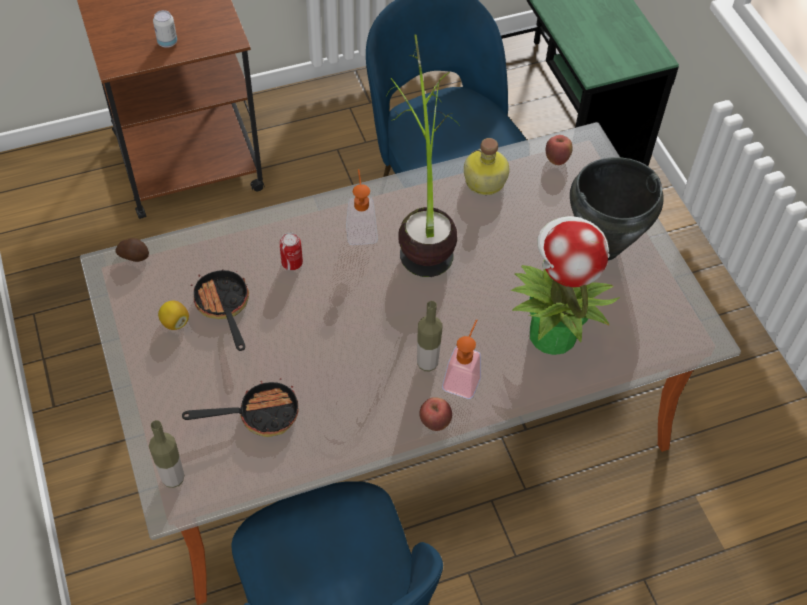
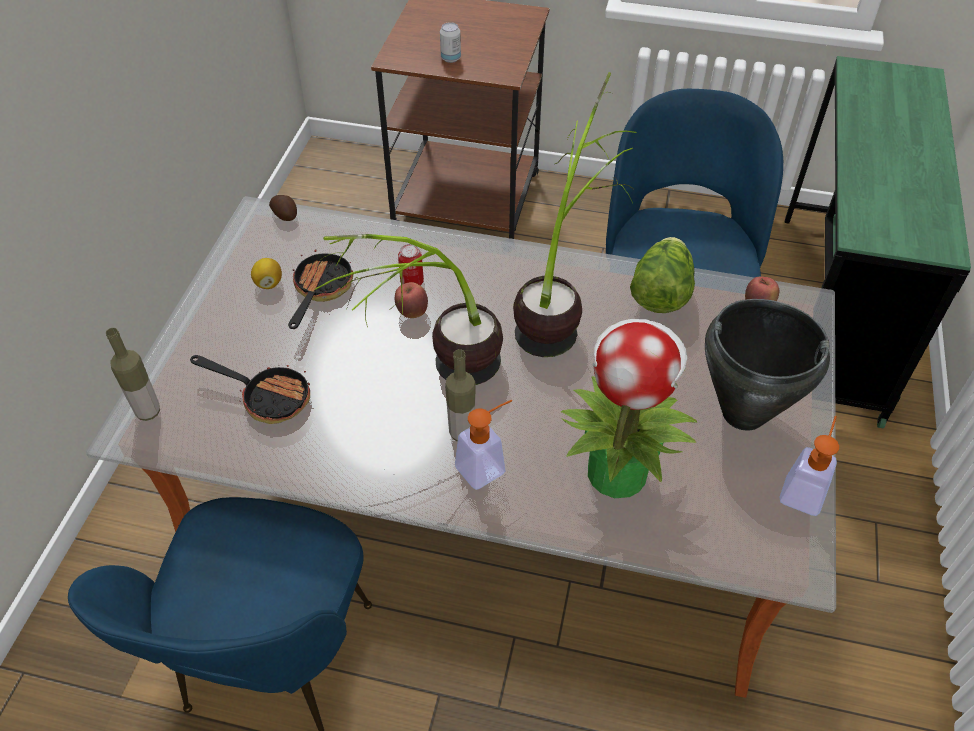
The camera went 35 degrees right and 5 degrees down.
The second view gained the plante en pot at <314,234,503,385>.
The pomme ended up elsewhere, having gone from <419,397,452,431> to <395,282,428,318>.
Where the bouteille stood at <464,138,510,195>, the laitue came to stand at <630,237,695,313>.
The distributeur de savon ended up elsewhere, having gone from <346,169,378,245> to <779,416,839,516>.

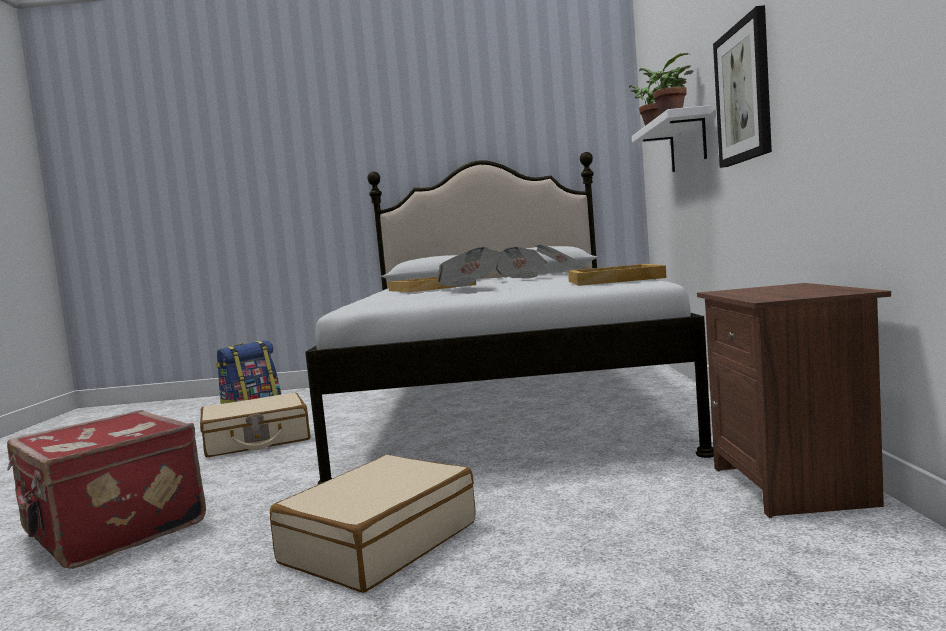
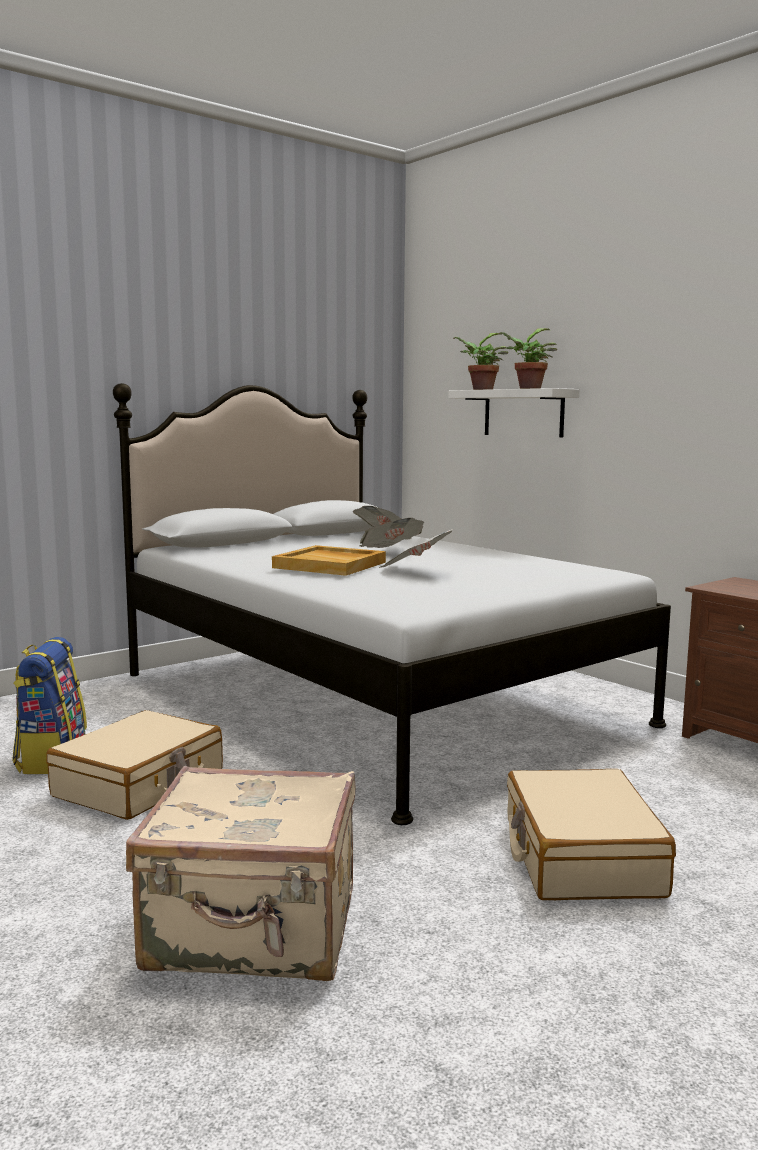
The camera went 40 degrees left and 5 degrees up.
What was the valise [rouge] at <7,410,206,569> turned into the valise [beige] at <126,766,355,981>.
The second view lost the plateau [beige] at <568,264,667,286>.
The second view lost the tableau at <713,5,772,168>.

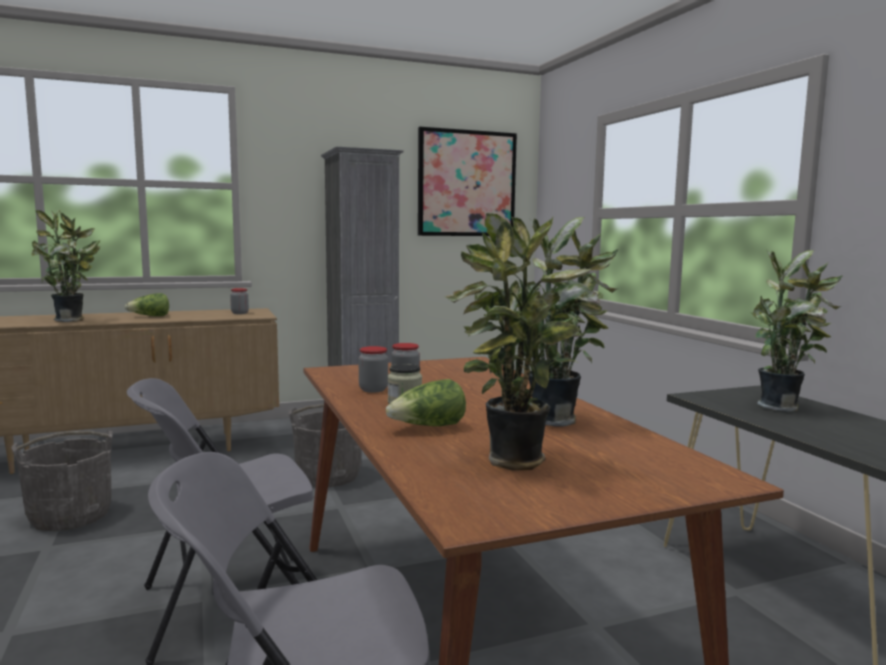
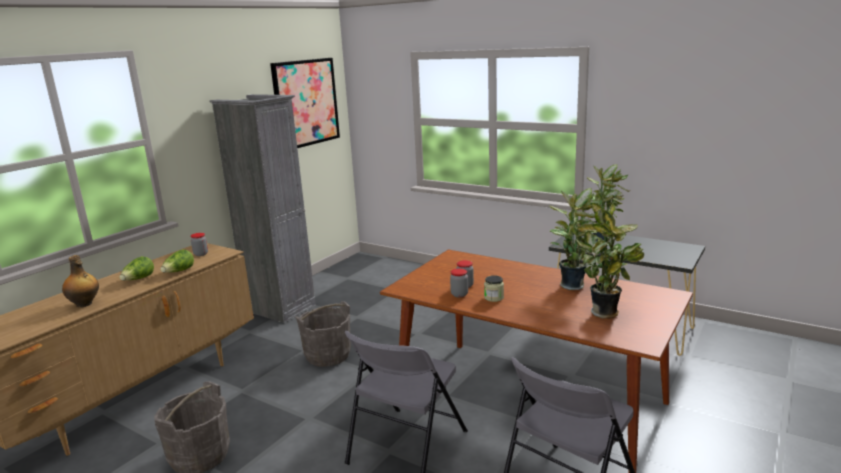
The camera went 35 degrees left and 10 degrees up.
Where the plante en pot stood at <32,209,101,322>, the bouteille came to stand at <62,255,99,307>.
The laitue ended up elsewhere, having gone from <386,379,466,426> to <161,249,194,273>.

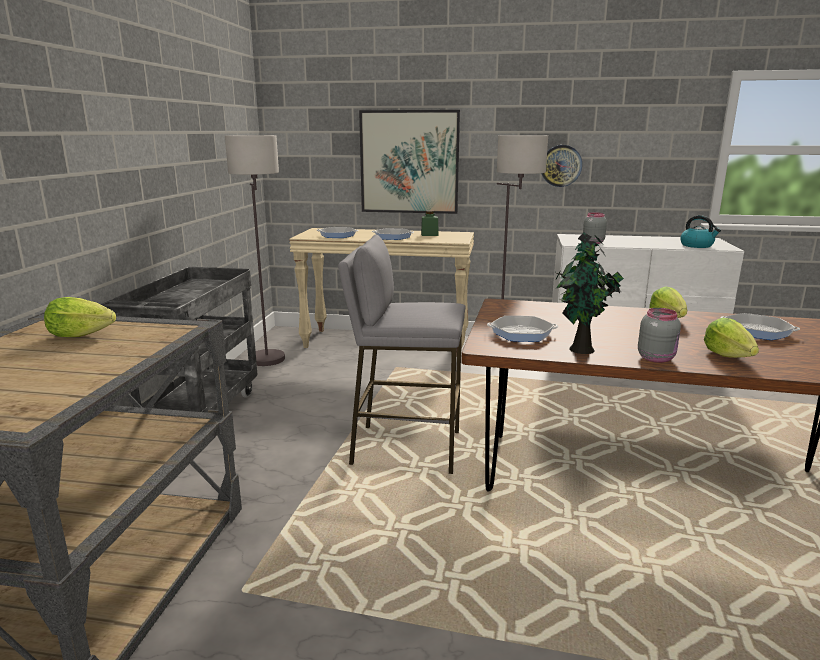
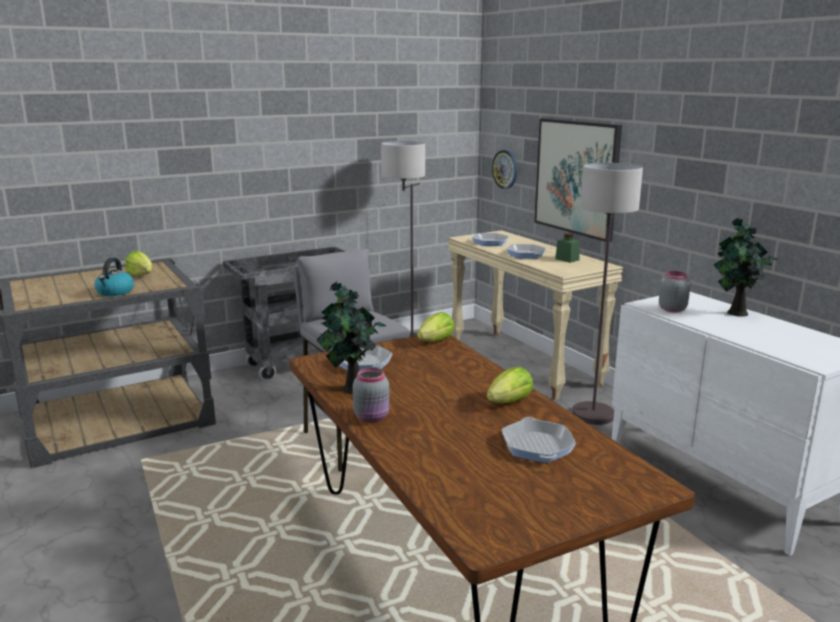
The camera went 50 degrees right and 0 degrees up.
The bouilloire ended up elsewhere, having gone from <680,215,721,248> to <94,258,134,296>.
The laitue ended up elsewhere, having gone from <704,318,759,358> to <417,312,455,341>.
The horloge murale ended up elsewhere, having gone from <541,145,582,187> to <492,150,517,189>.
The second view gained the plante en pot at <713,218,778,317>.

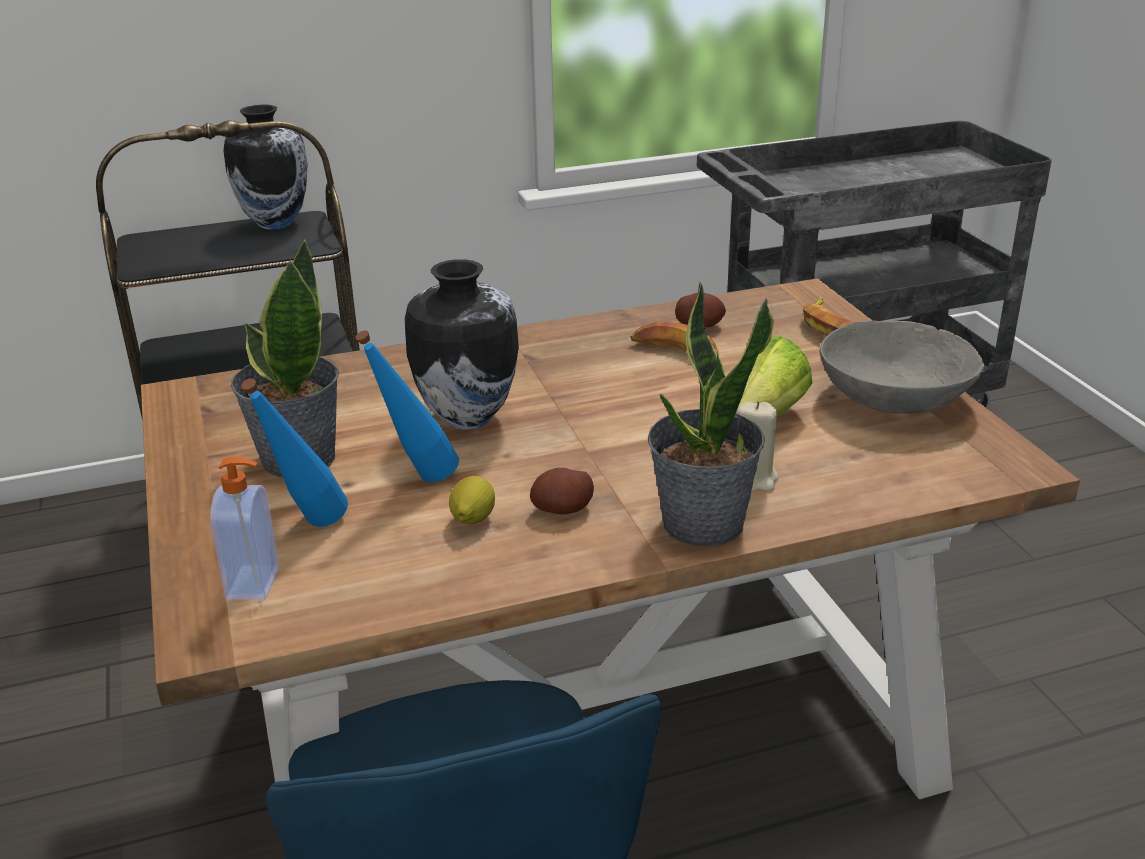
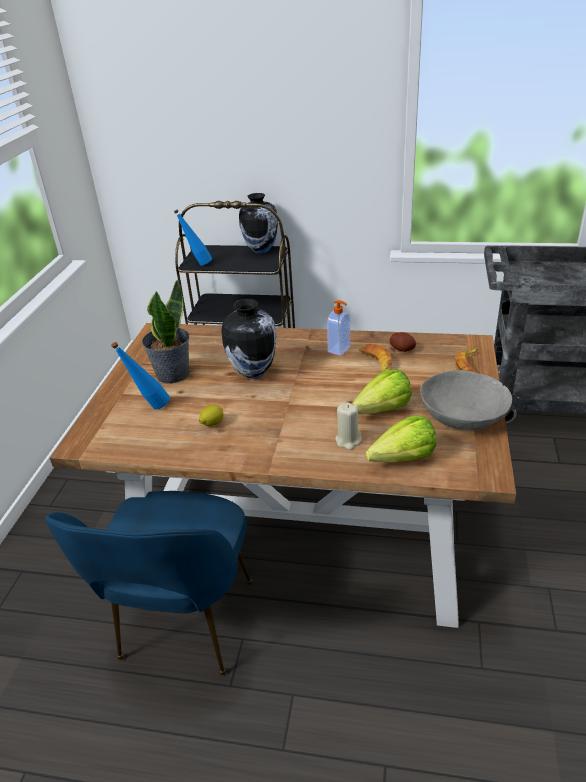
The camera went 30 degrees right and 5 degrees up.
The bouteille [bleu] ended up elsewhere, having gone from <356,331,459,482> to <174,209,212,265>.
The distributeur de savon ended up elsewhere, having gone from <210,457,279,600> to <327,300,350,356>.
The second view gained the laitue at <366,415,437,462>.
The second view lost the pomme de terre at <530,468,594,515>.
The second view lost the plante en pot at <648,282,774,547>.

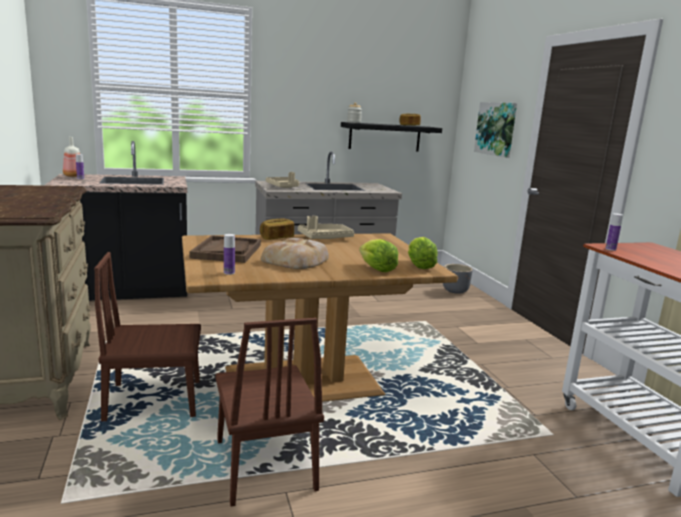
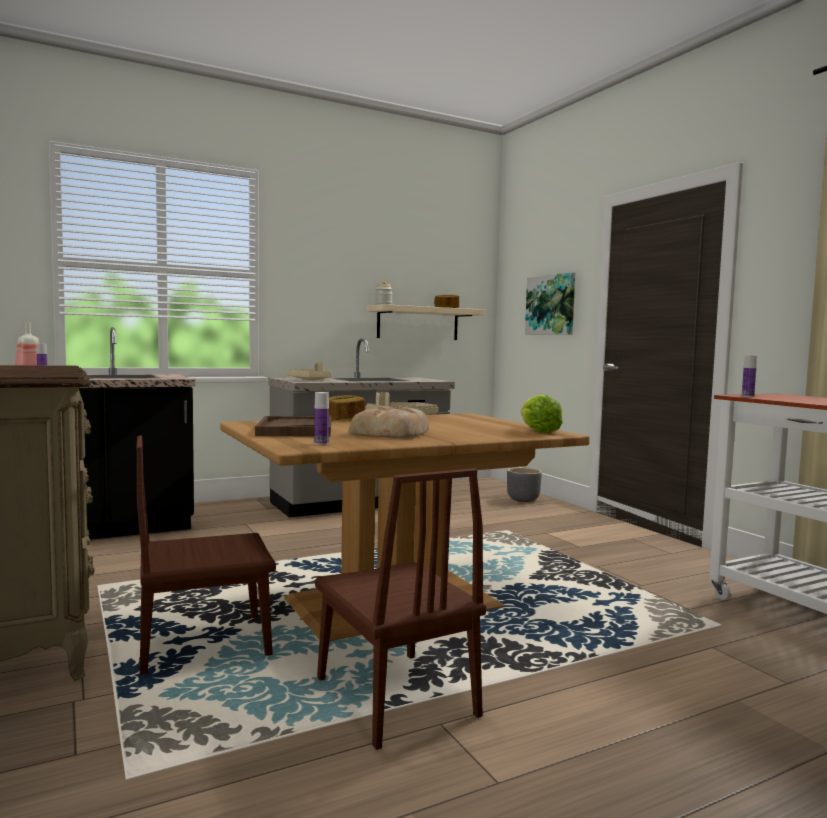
The camera went 10 degrees left and 10 degrees down.
What was the étagère [noir] at <341,122,442,152> turned into the étagère [beige] at <367,304,486,340>.
The second view lost the laitue at <359,239,398,272>.

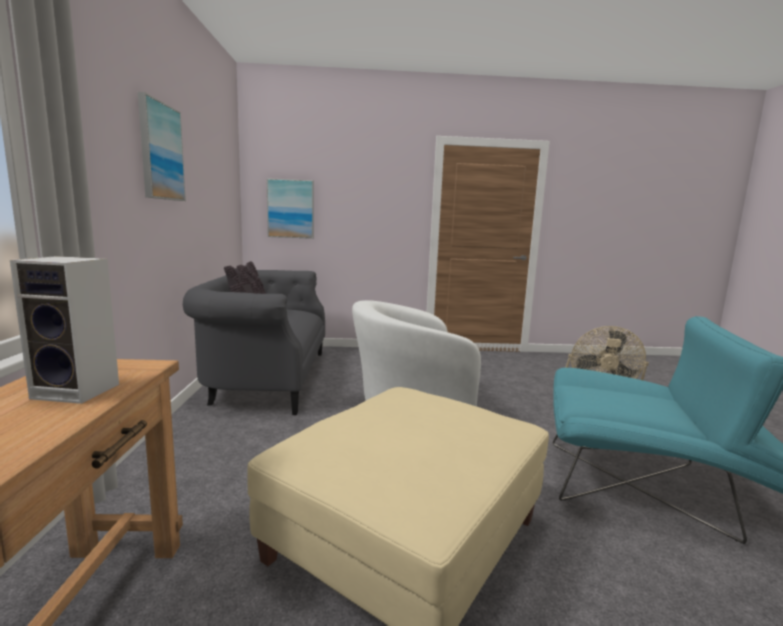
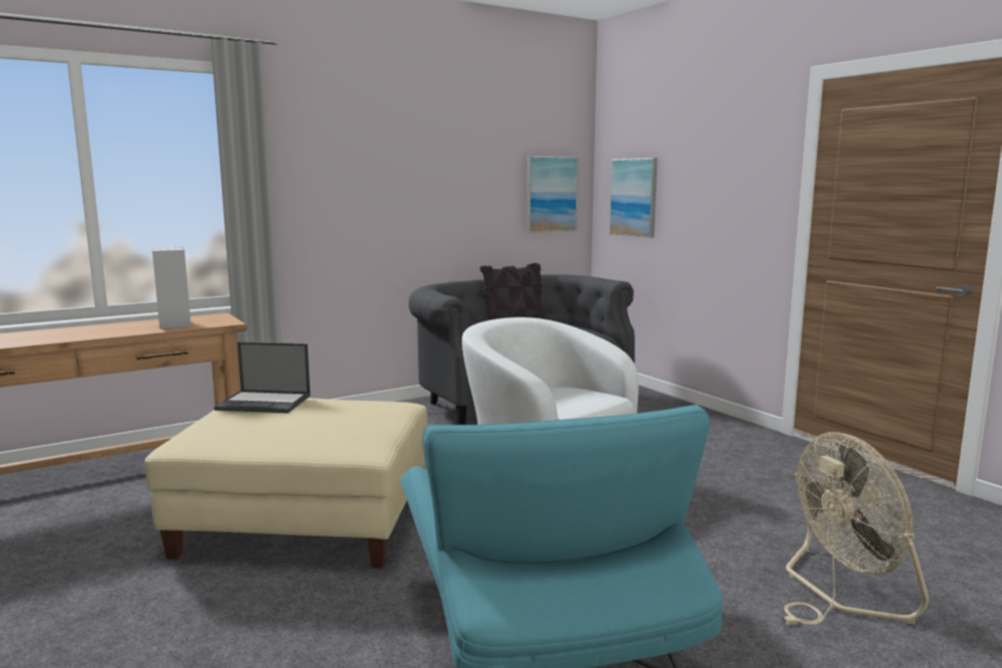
The camera went 60 degrees right and 0 degrees up.
The second view gained the ordinateur portable at <214,342,310,413>.
The tableau ended up elsewhere, having gone from <138,92,186,201> to <526,156,578,233>.

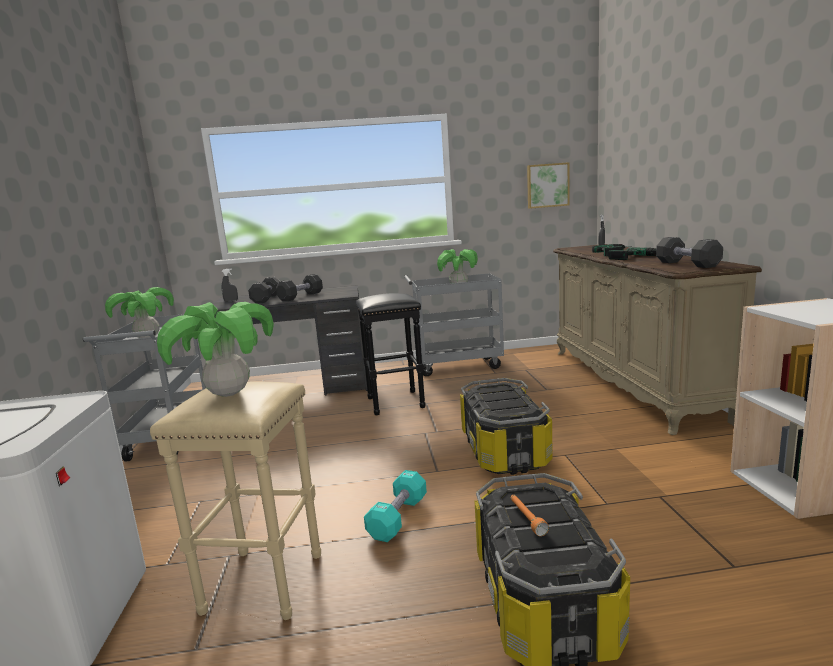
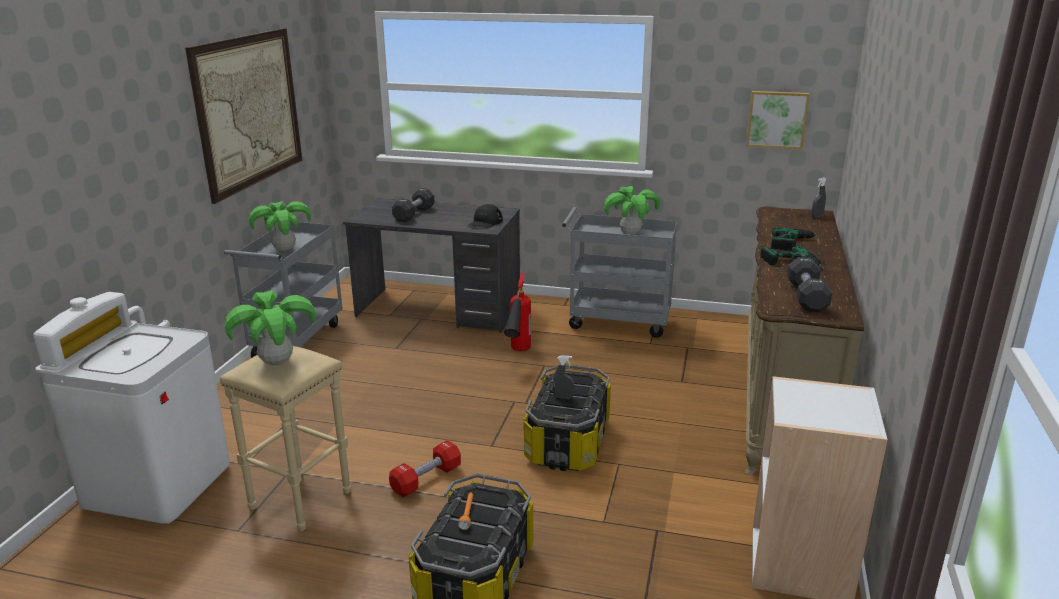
The camera went 20 degrees right and 10 degrees up.
The second view gained the tableau at <185,28,302,204>.
What was the haltère [turquoise] at <364,470,427,542> turned into the haltère [rouge] at <389,440,461,497>.
The second view gained the casquette [noir] at <469,204,503,228>.
Where the tabouret [noir] stood at <356,293,425,415>, the extincteur came to stand at <504,272,531,351>.
The vaporisateur [gris] ended up elsewhere, having gone from <222,269,238,302> to <553,356,574,398>.
The second view lost the haltère [noir] at <276,275,323,301>.

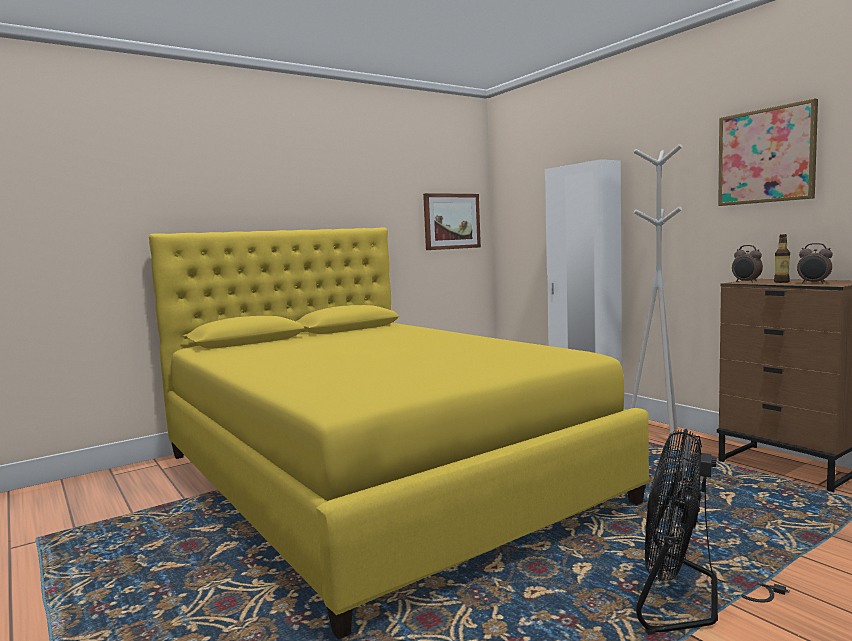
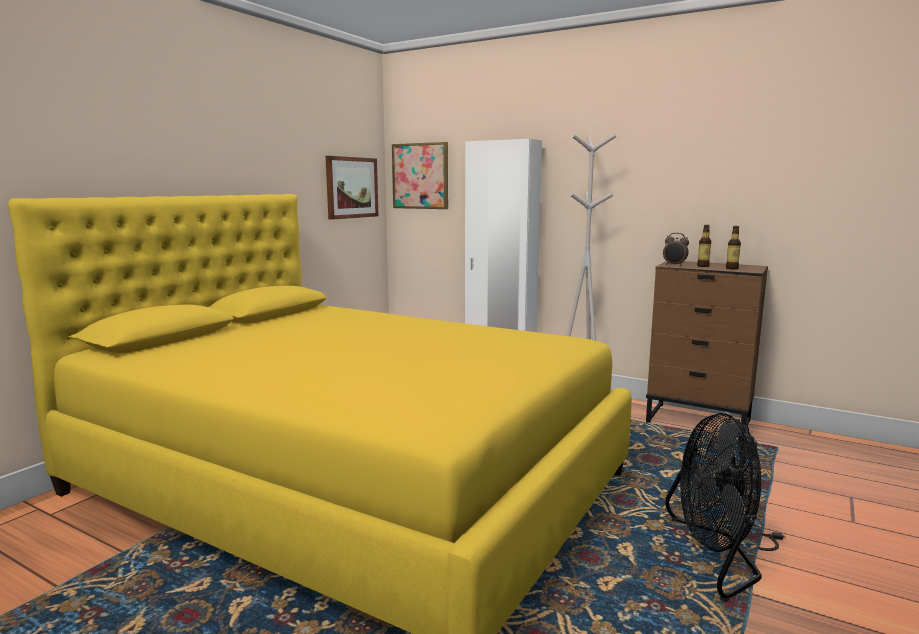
The camera went 25 degrees left and 5 degrees up.
The tableau ended up elsewhere, having gone from <718,98,818,206> to <392,142,448,209>.
Where the réveil stood at <797,243,833,284>, the bouteille came to stand at <726,226,741,269>.

